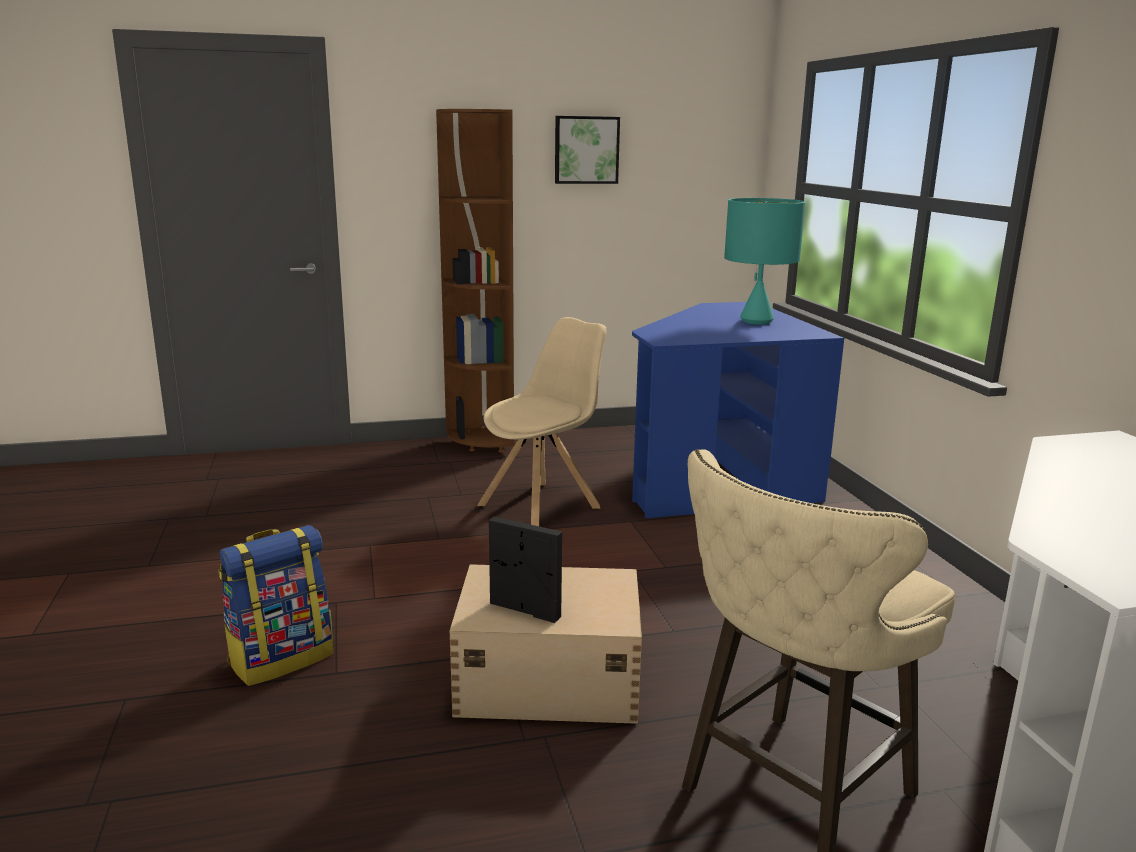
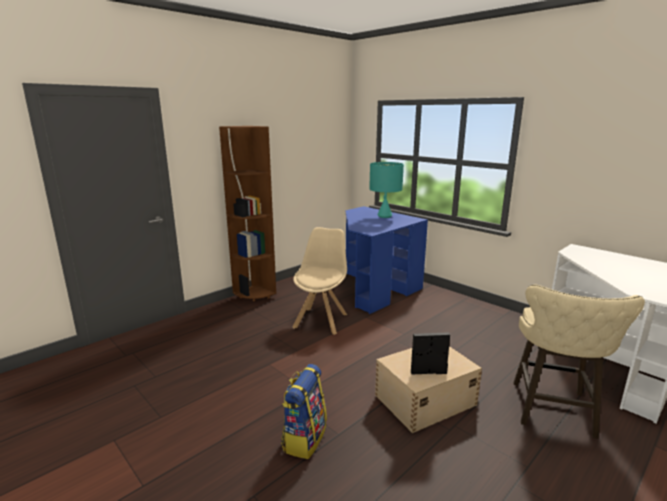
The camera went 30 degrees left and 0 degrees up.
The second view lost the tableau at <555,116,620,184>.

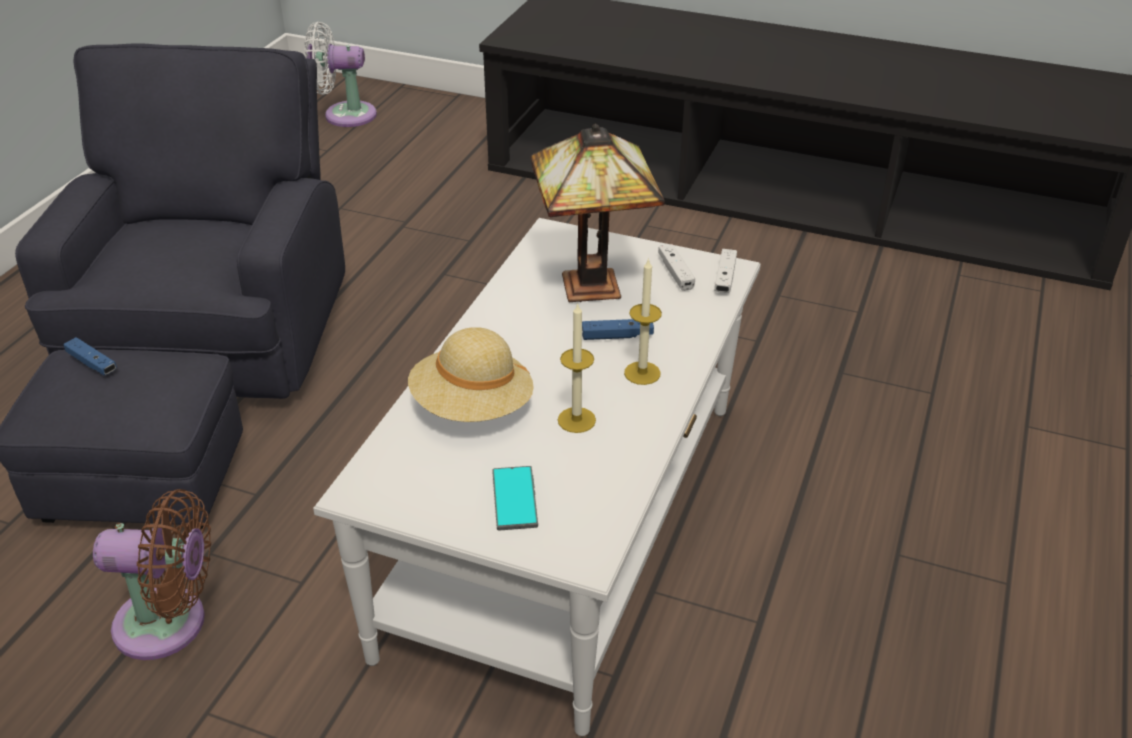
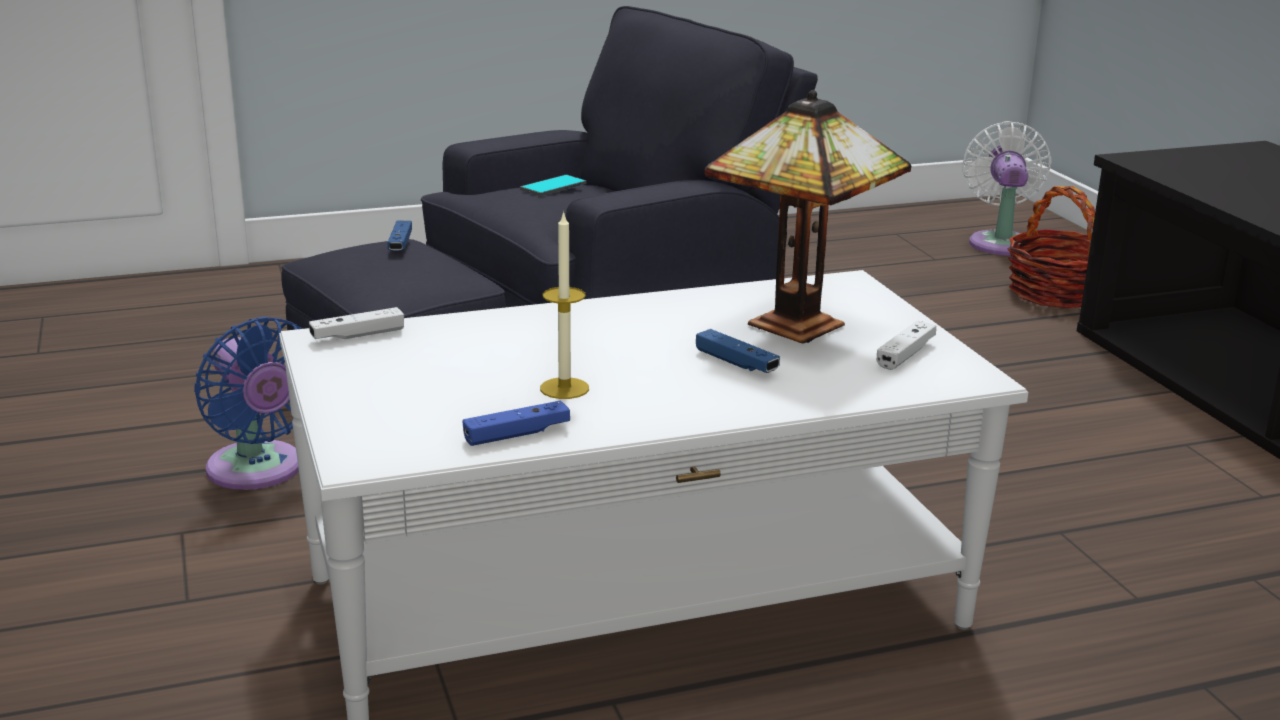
The camera went 50 degrees right and 15 degrees down.
What was the ventilateur [marron] at <93,489,211,660> turned into the ventilateur [bleu] at <194,316,302,490>.
The manette [blanc] ended up elsewhere, having gone from <714,249,737,293> to <309,307,404,341>.
The second view gained the manette [bleu] at <462,401,570,446>.
The téléphone ended up elsewhere, having gone from <492,466,538,530> to <520,175,586,196>.
The ventilateur [blanc] at <305,22,377,127> ended up facing another way, 45 degrees clockwise from before.
The second view gained the panier at <1008,186,1095,308>.
The second view lost the chapeau [beige] at <408,327,534,422>.
The second view lost the bougie at <624,258,662,385>.

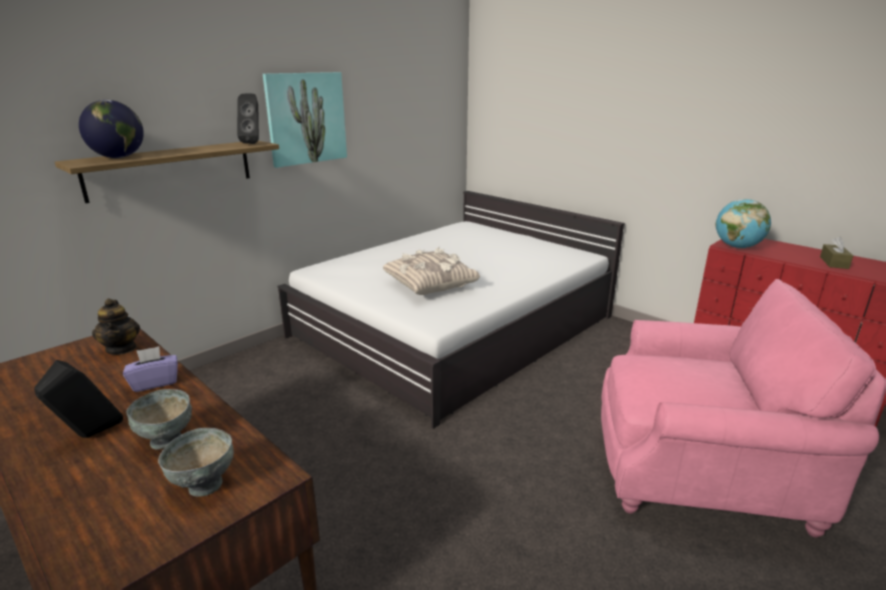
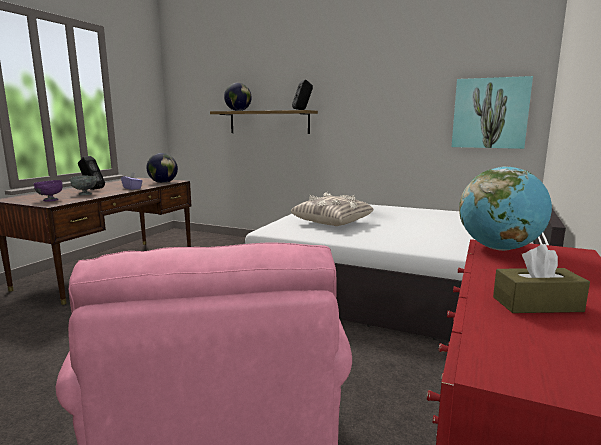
The camera went 70 degrees right and 10 degrees down.
What was the bol [gris] at <158,428,234,497> turned into the bol [violet] at <34,180,63,202>.
Where the théière stood at <92,299,140,355>, the globe came to stand at <146,153,178,183>.
The tableau ended up elsewhere, having gone from <263,72,347,168> to <452,76,533,149>.

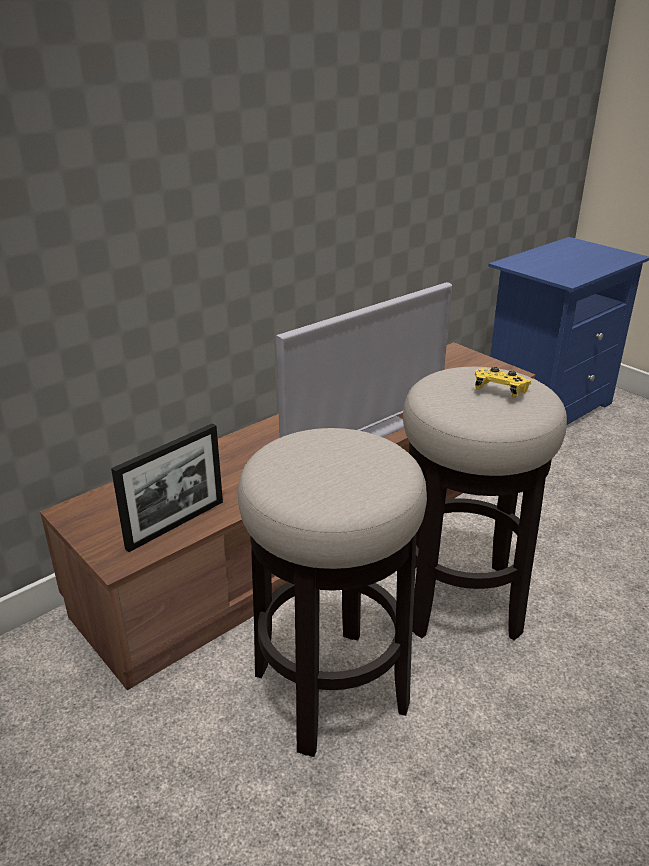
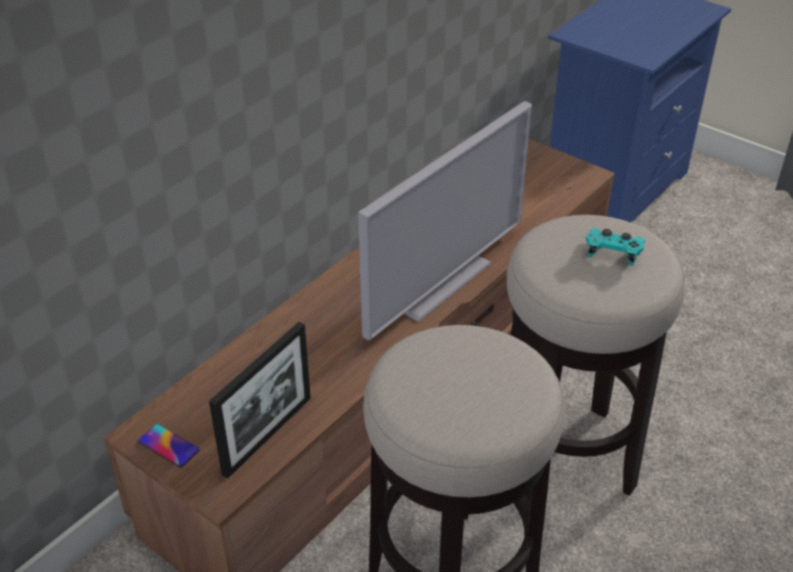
The camera went 10 degrees left and 10 degrees up.
The second view gained the téléphone at <138,424,200,468>.
What was the manette [jaune] at <475,367,531,398> turned into the manette [turquoise] at <586,228,645,266>.

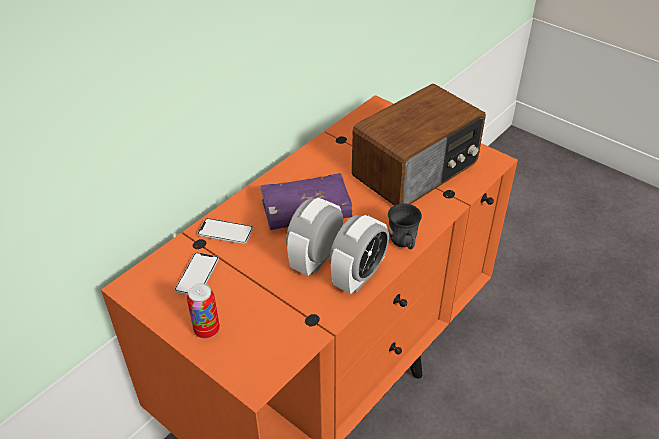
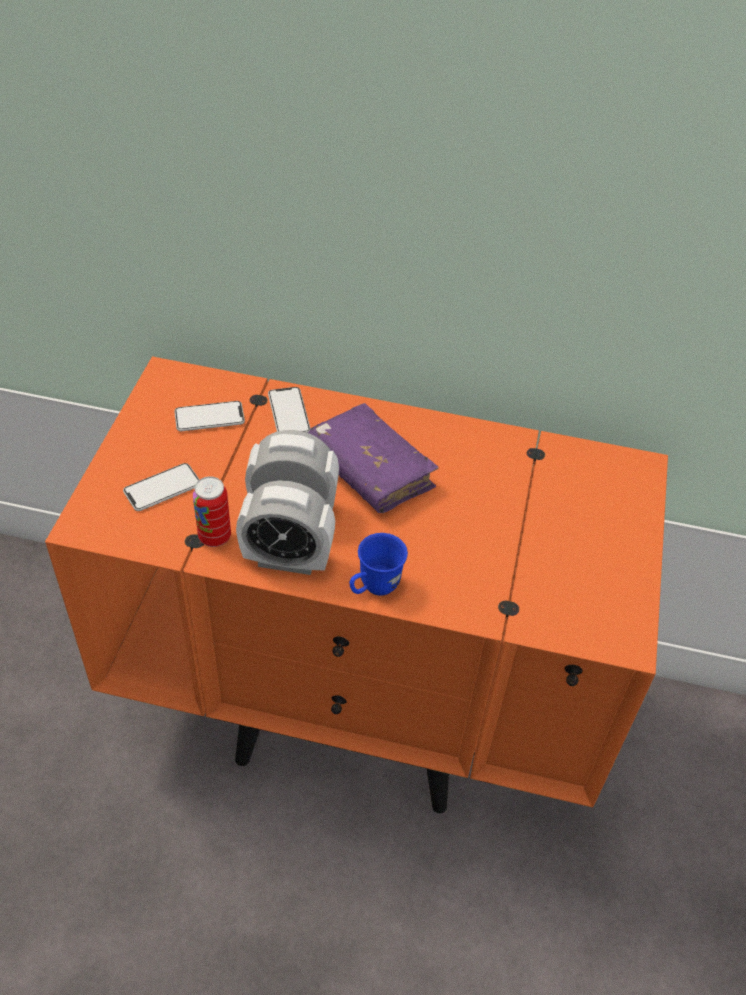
The camera went 60 degrees right and 5 degrees up.
The second view gained the téléphone at <123,463,200,511>.
The boîte métallique ended up elsewhere, having gone from <187,283,220,339> to <193,476,231,547>.
What was the mug [gris] at <388,203,422,249> turned into the mug [bleu] at <349,533,408,596>.
The second view lost the radio at <352,84,486,205>.

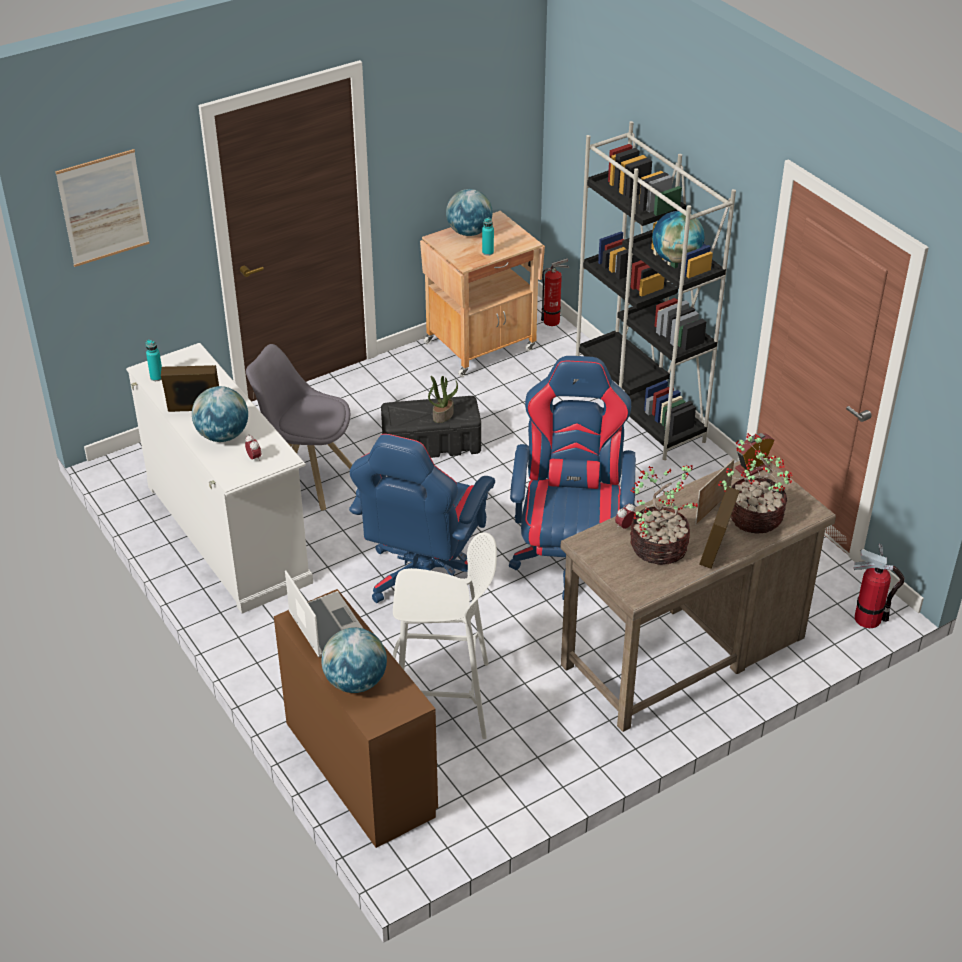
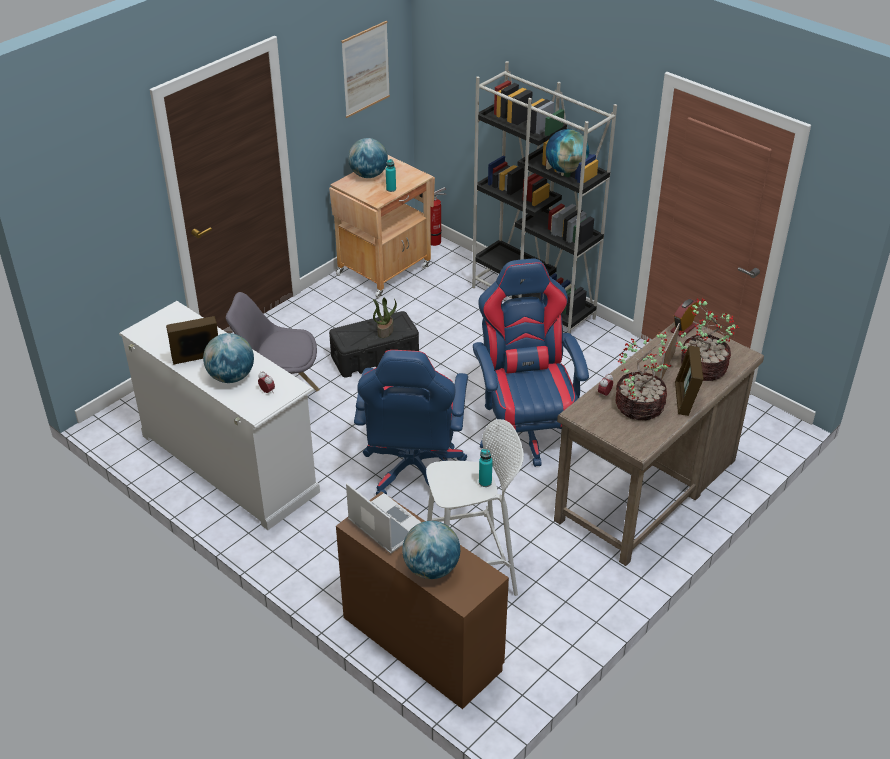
The camera went 15 degrees left and 0 degrees up.
The tableau ended up elsewhere, having gone from <55,149,150,267> to <341,21,390,118>.
The bouteille [turquoise] ended up elsewhere, having gone from <146,340,162,381> to <479,449,493,487>.
The second view lost the extincteur at <854,544,904,628>.

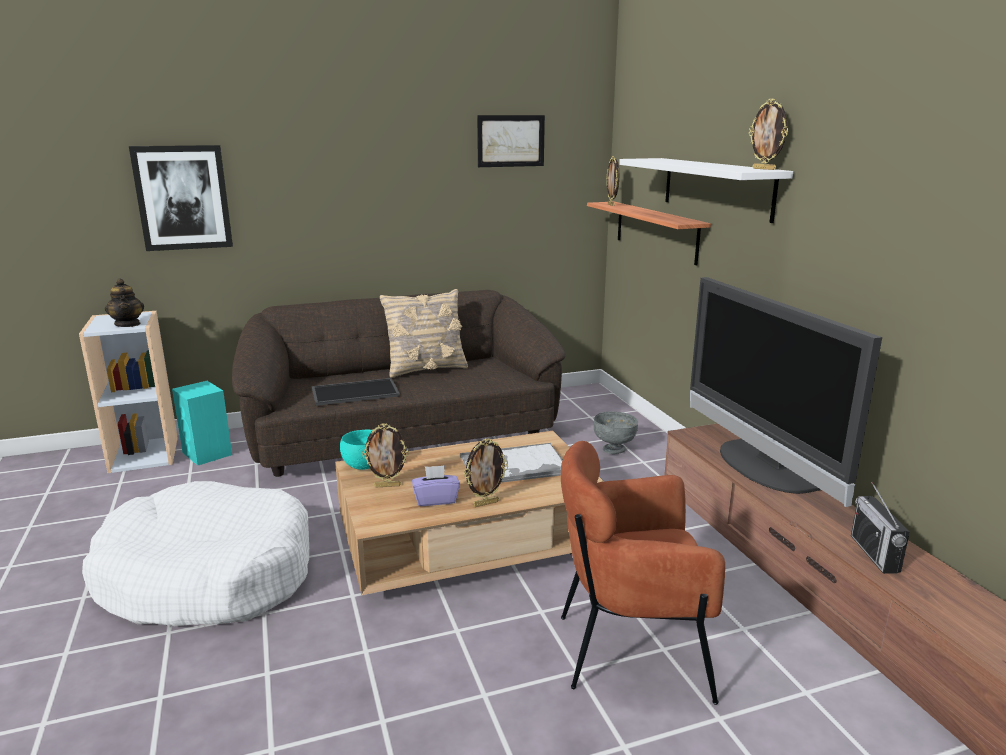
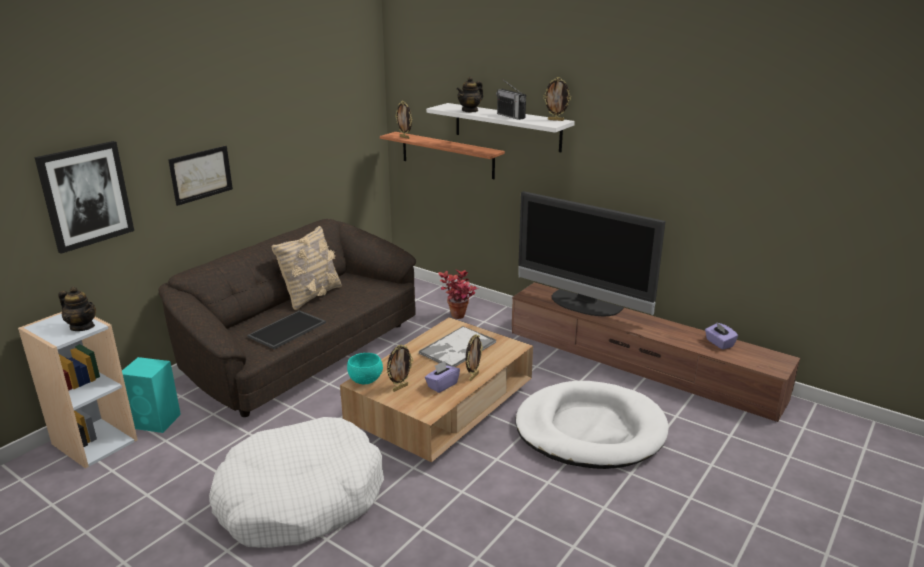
The camera went 35 degrees left and 5 degrees up.
The tableau ended up elsewhere, having gone from <477,115,545,167> to <168,146,233,206>.
Where the bol [gris] stood at <594,412,638,454>, the plante en pot came to stand at <438,270,479,319>.
The second view gained the théière at <456,77,483,113>.
The radio ended up elsewhere, having gone from <851,481,910,574> to <496,80,526,120>.
Where the fauteuil [marron] stood at <561,441,725,705>, the panier pour chien [blanc] came to stand at <515,381,669,469>.
The second view gained the boîte à mouchoirs [violet] at <705,323,738,350>.

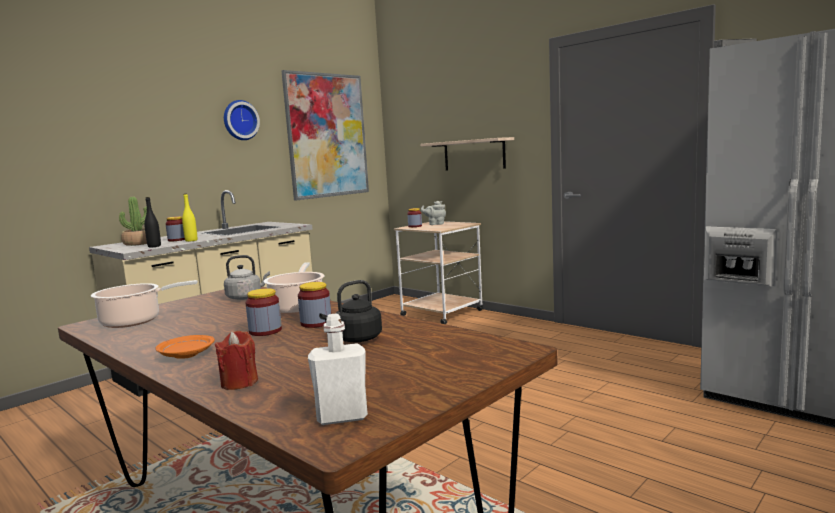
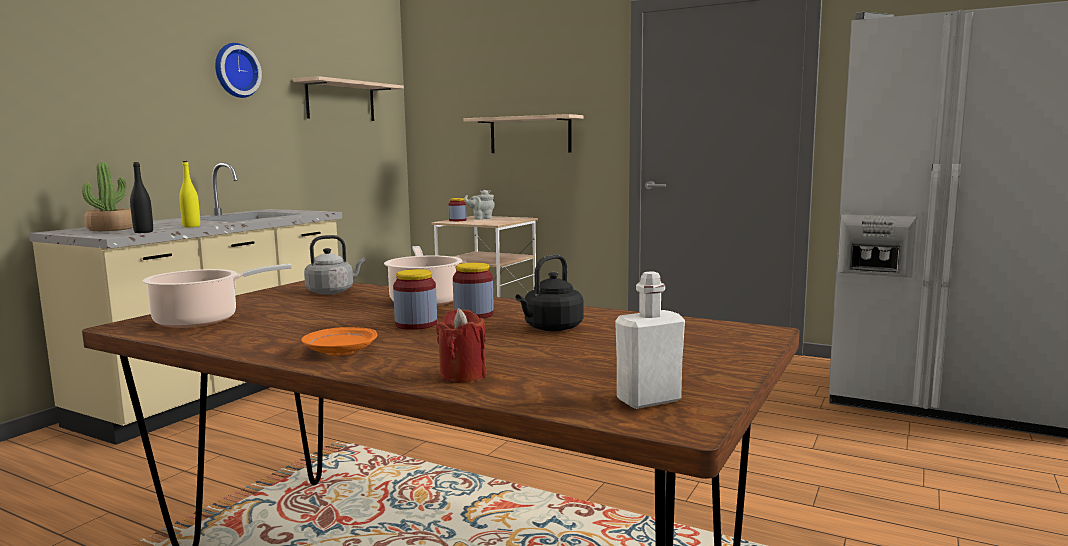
The camera went 15 degrees left and 0 degrees up.
Where the tableau hung at <282,70,369,201>, the étagère came to hang at <293,76,404,121>.
The second view lost the bocal at <165,216,185,241>.

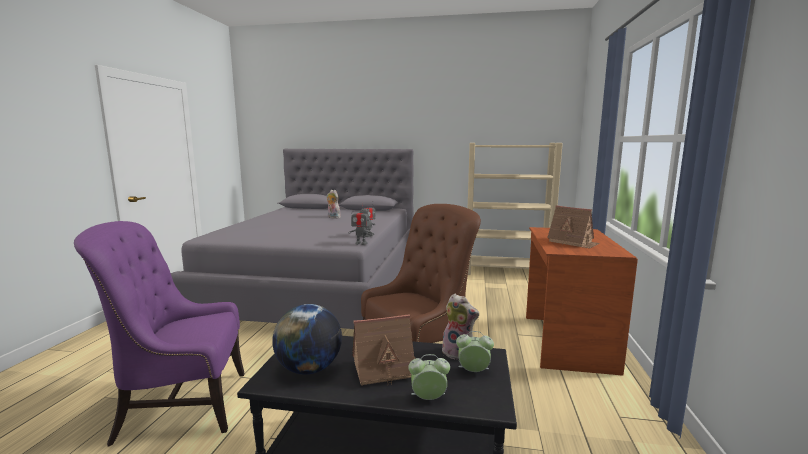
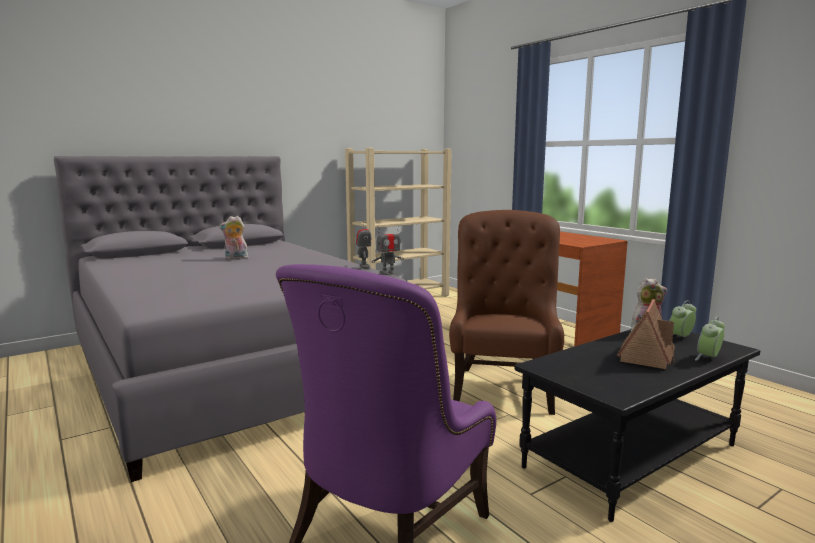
The camera went 45 degrees left and 0 degrees up.
The second view lost the globe at <272,304,342,375>.
The second view lost the maison miniature at <547,205,599,249>.

